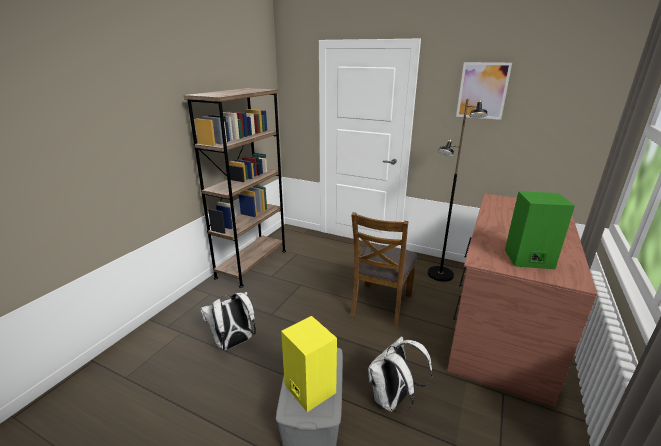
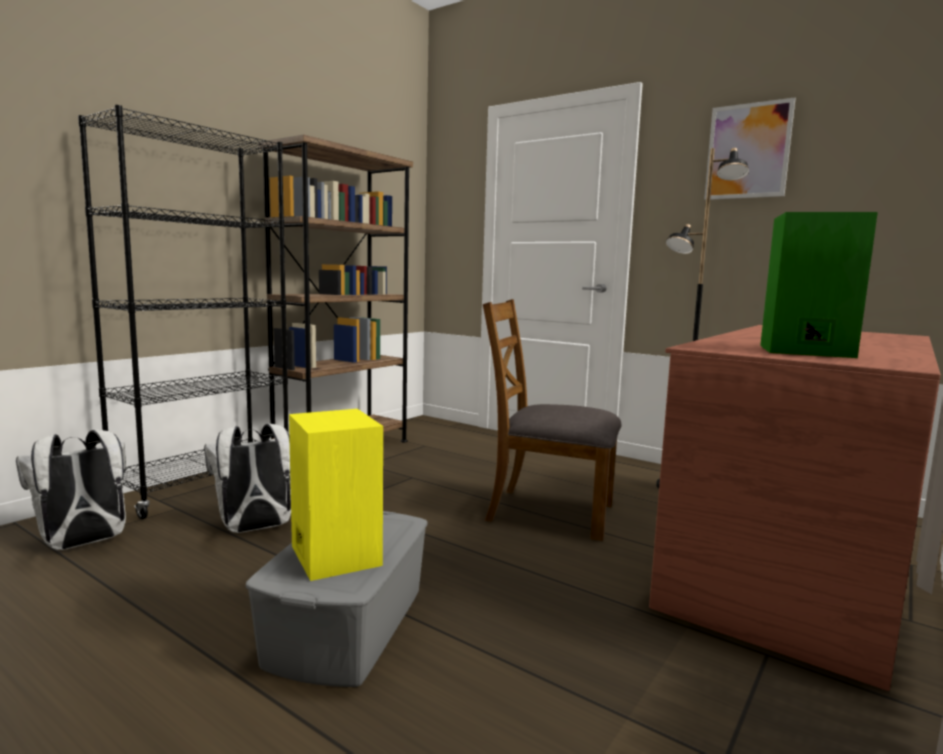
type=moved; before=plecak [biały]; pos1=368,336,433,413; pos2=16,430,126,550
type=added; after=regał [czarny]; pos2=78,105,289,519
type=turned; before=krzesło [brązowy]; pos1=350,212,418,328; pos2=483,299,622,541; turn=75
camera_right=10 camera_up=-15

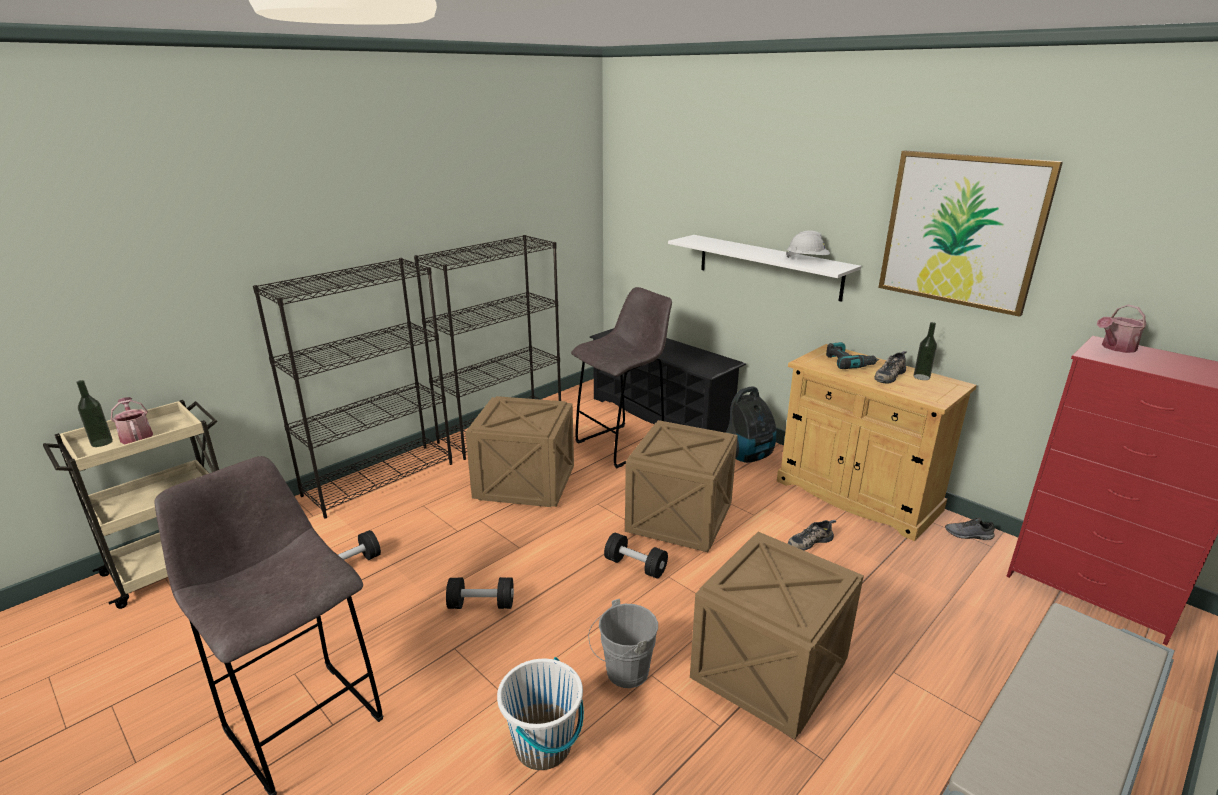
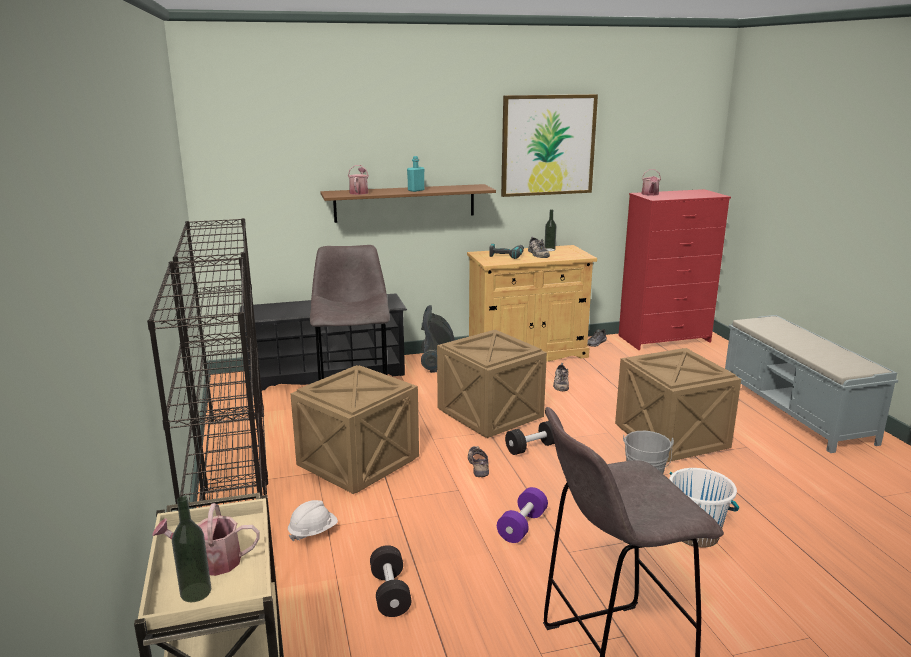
type=moved; before=kask [biały]; pos1=786,230,830,258; pos2=288,500,338,542
type=recoloured; before=półka [biały]; after=półka [brązowy]; pos1=668,235,861,302; pos2=320,184,496,223
type=added; after=konewka; pos2=348,165,369,195
type=added; after=butelka [turkusowy]; pos2=407,156,424,192
type=added; after=but; pos2=468,446,489,477
type=recoloured; before=hantel [czarny]; after=hantel [fioletowy]; pos1=446,577,514,609; pos2=497,487,548,543
camera_right=-60 camera_up=-5

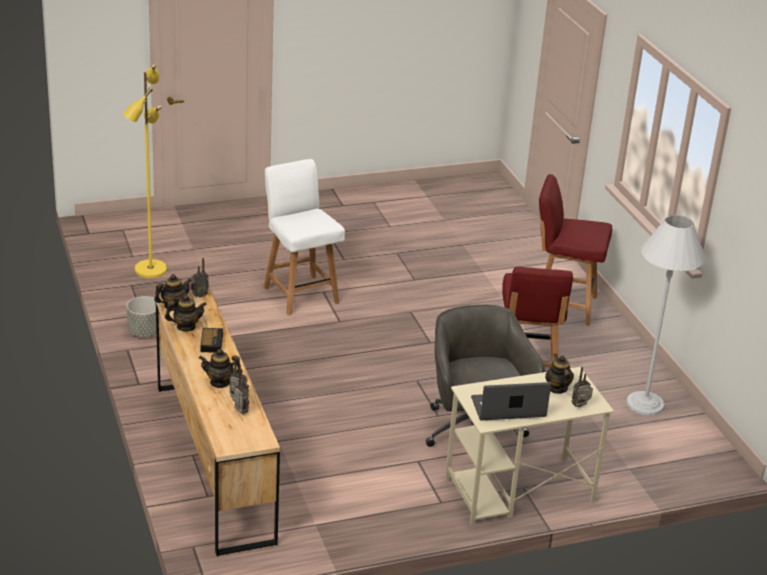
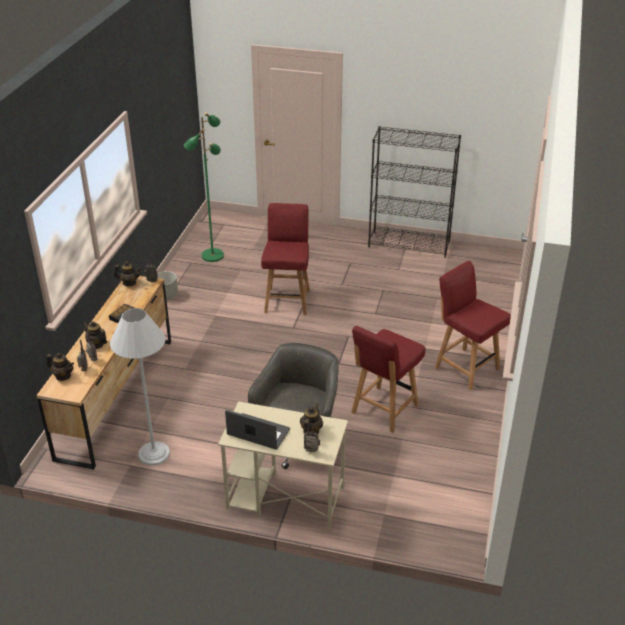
type=moved; before=imbryk; pos1=165,295,207,332; pos2=46,353,74,381
type=moved; before=lampa stojąca [biały]; pos1=626,215,705,415; pos2=110,308,170,465
type=recoloured; before=lampa stojąca [żółty]; after=lampa stojąca [zielony]; pos1=123,64,167,278; pos2=184,112,224,262
type=recoloured; before=krzesło [biały]; after=krzesło [czerwony]; pos1=264,159,345,316; pos2=261,203,310,315
type=added; after=regał [czarny]; pos2=368,126,461,258
camera_right=35 camera_up=5

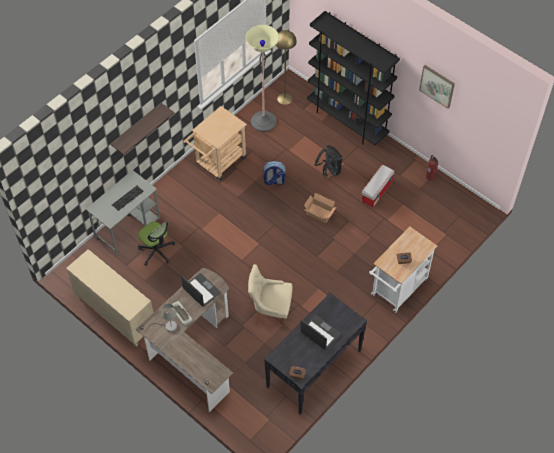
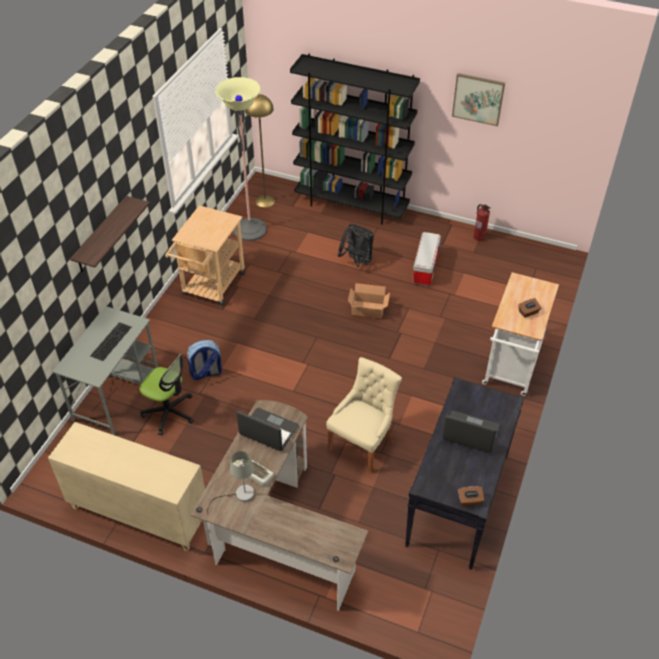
type=moved; before=plecak; pos1=263,161,286,185; pos2=187,340,222,380
type=turned; before=krzesło [beżowy]; pos1=248,264,292,329; pos2=326,357,402,473; turn=135
camera_right=-20 camera_up=-10

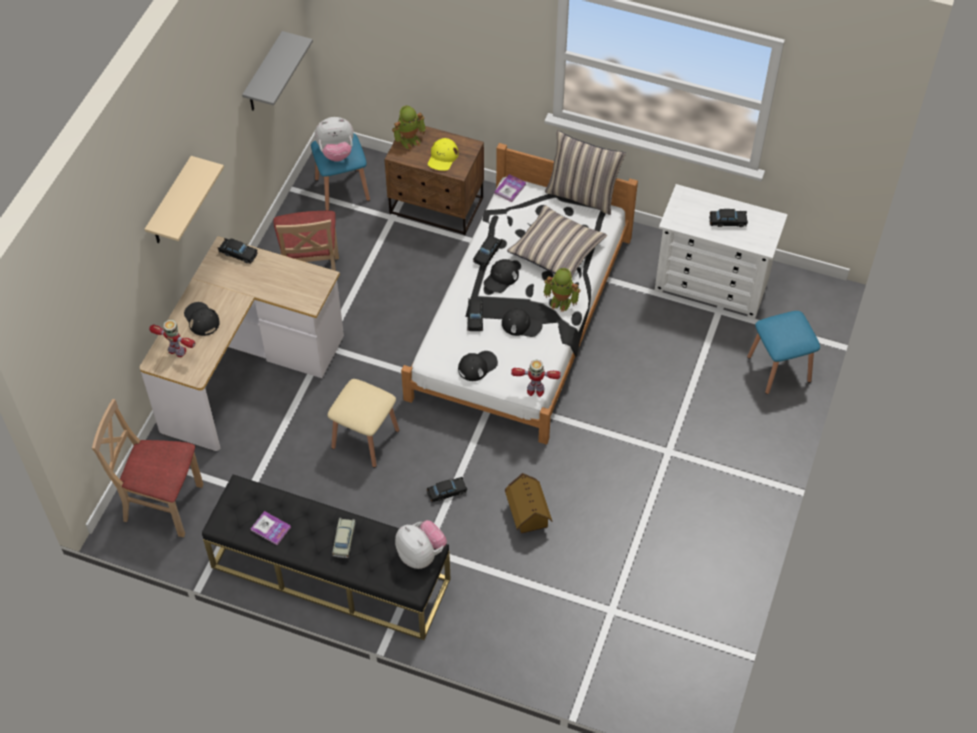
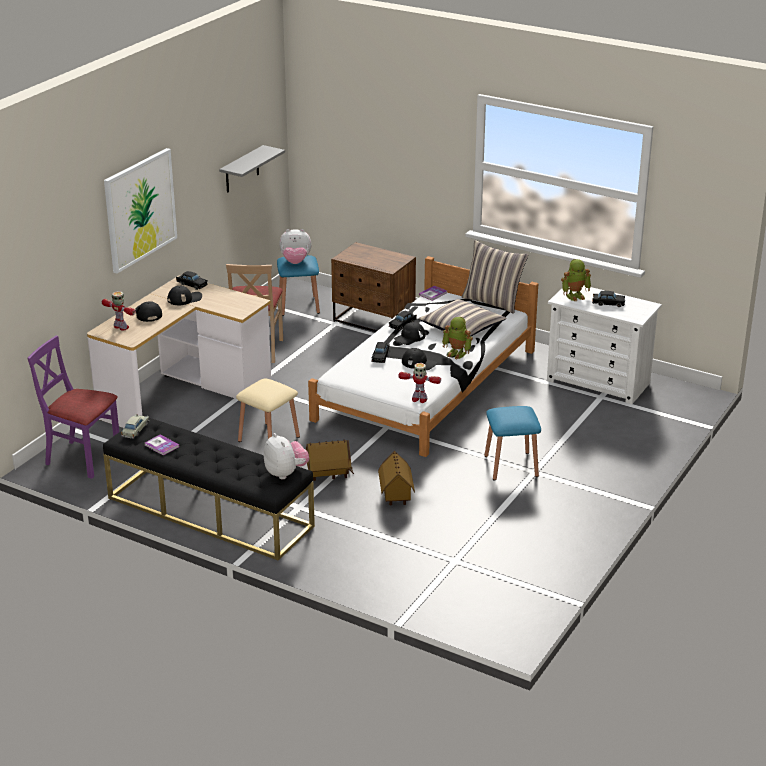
type=recoloured; before=krzesło [beżowy]; after=krzesło [fioletowy]; pos1=92,399,203,537; pos2=27,336,119,479
type=replaced; before=półka [beżowy]; after=obraz; pos1=145,156,224,243; pos2=104,148,177,273
type=moved; before=samochodzik [beżowy]; pos1=332,518,356,558; pos2=121,414,149,439
type=moved; before=czapka z daszkiem [czarny]; pos1=458,351,498,381; pos2=167,286,202,305
type=replaced; before=samochodzik [czarny]; after=domek; pos1=427,477,467,503; pos2=306,440,354,481
type=moved; before=stołek [niebieski]; pos1=747,311,820,394; pos2=484,406,541,480
type=moved; before=robot zabawkowy; pos1=392,105,426,150; pos2=561,259,591,302
type=removed; before=czapka z daszkiem [żółty]; pos1=428,138,458,171
camera_right=10 camera_up=-25

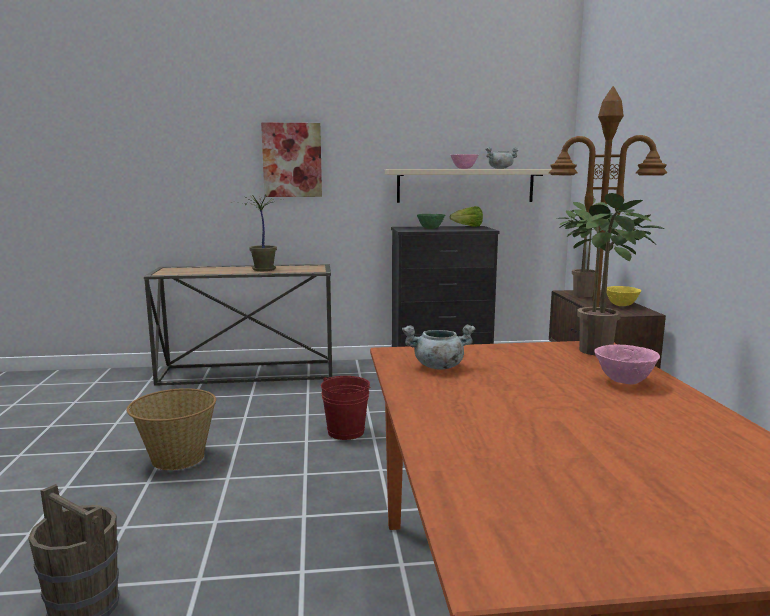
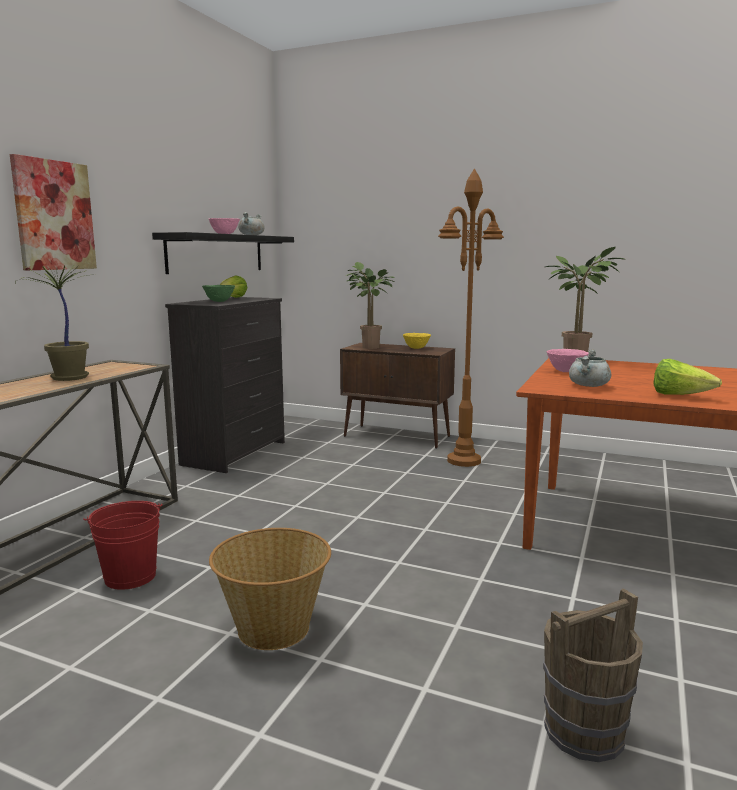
type=moved; before=wiadro [czerwony]; pos1=321,376,371,440; pos2=83,501,163,590
type=recoloured; before=półka [beżowy]; after=półka [czarny]; pos1=385,169,551,203; pos2=152,232,294,274
type=moved; before=miska [różowy]; pos1=594,344,660,384; pos2=546,349,589,372
type=added; after=sałata; pos2=653,359,722,395
camera_right=-60 camera_up=0

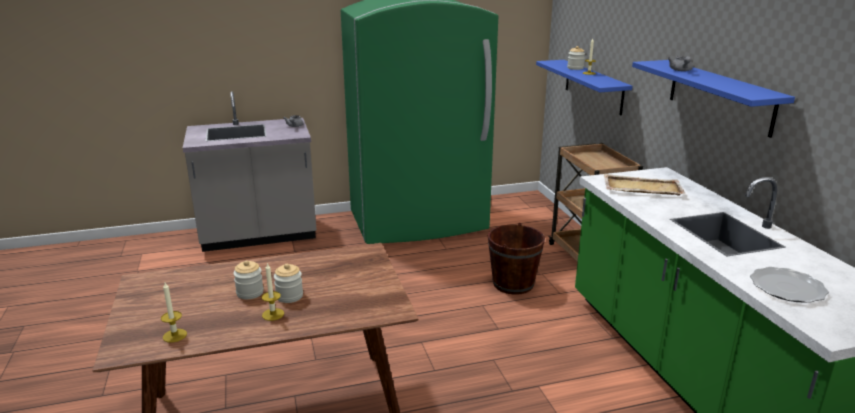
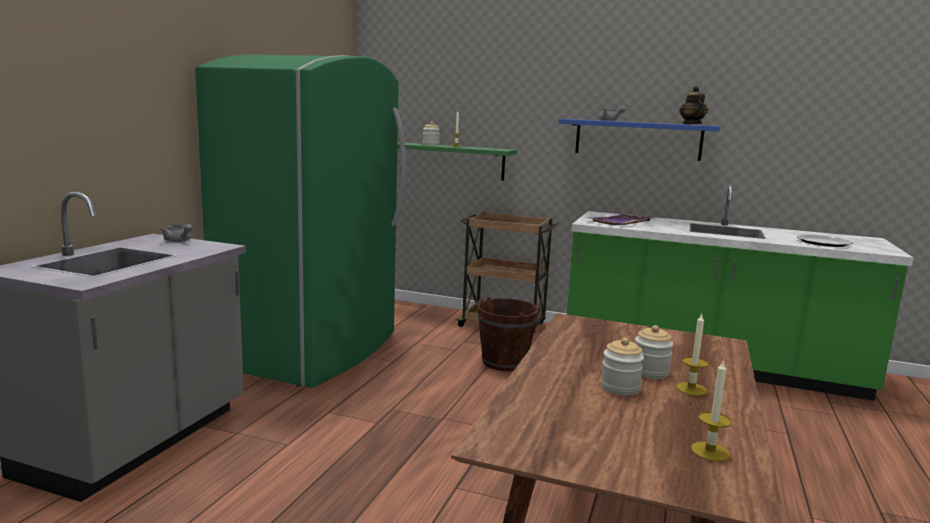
type=recoloured; before=półka [niebieski]; after=półka [zielony]; pos1=536,60,632,115; pos2=397,142,517,181
type=recoloured; before=taca [beżowy]; after=taca [fioletowy]; pos1=603,174,686,196; pos2=590,214,653,225
type=added; after=imbryk; pos2=679,86,708,124
camera_right=-55 camera_up=-10

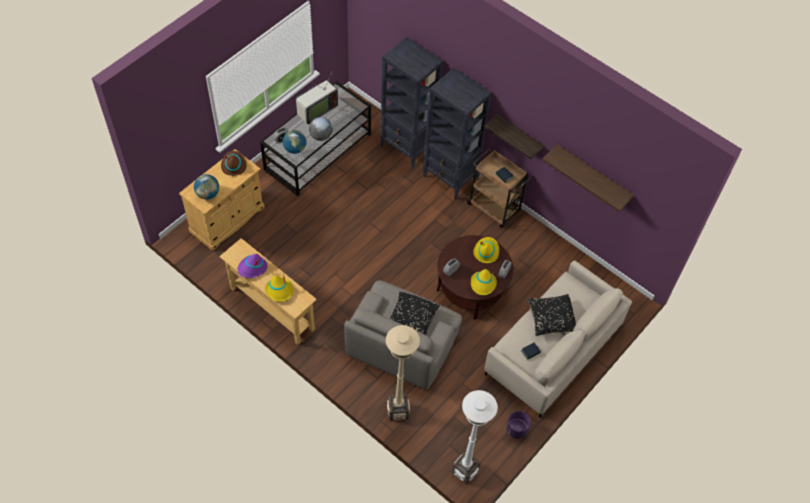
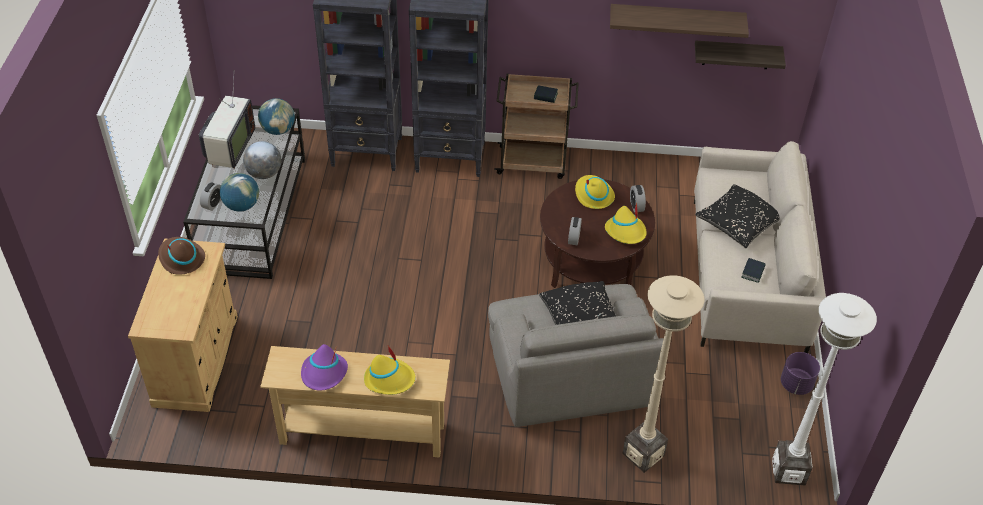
type=moved; before=globus; pos1=194,174,219,200; pos2=258,98,295,135
type=moved; before=półka; pos1=484,114,544,159; pos2=695,41,786,69
camera_right=-35 camera_up=-10

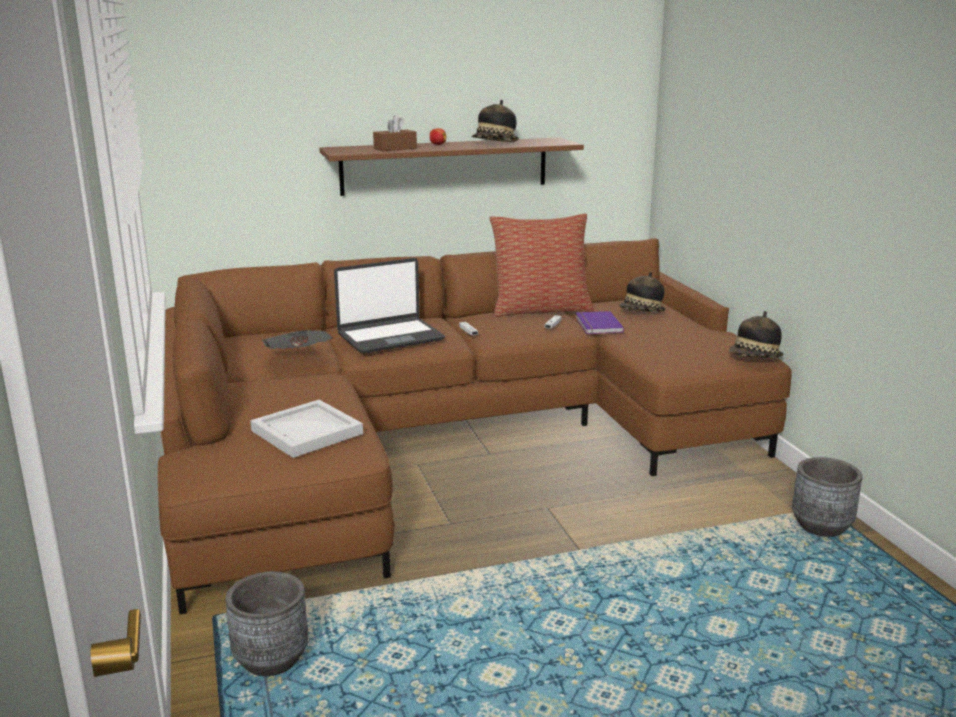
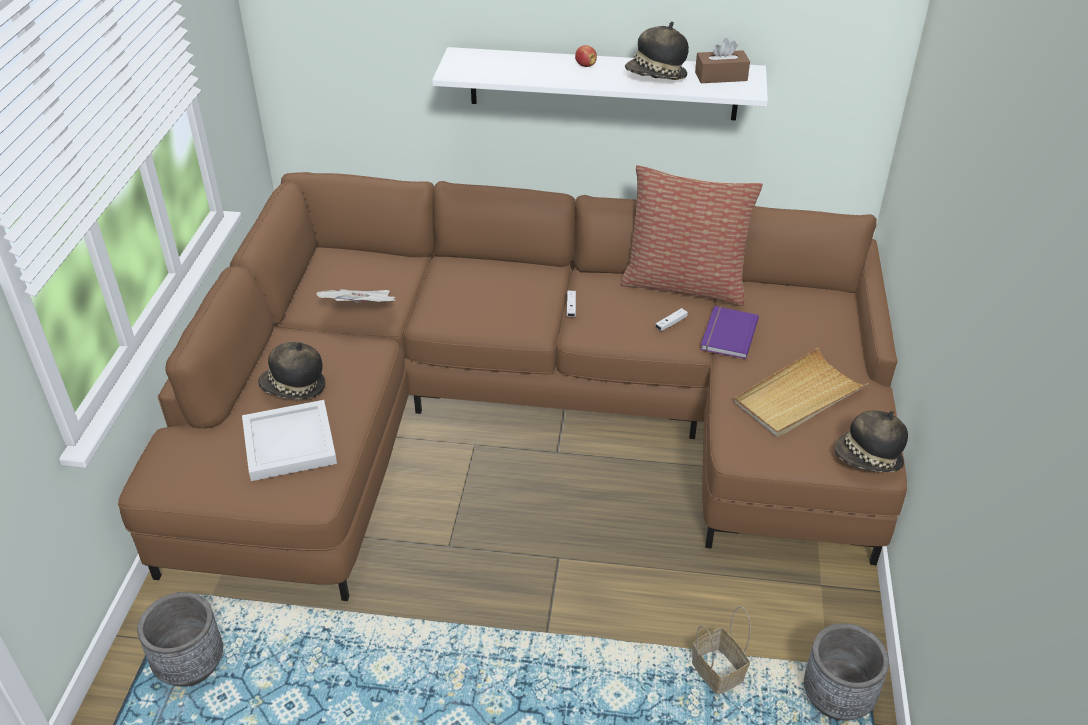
type=moved; before=kapelusz; pos1=619,272,666,312; pos2=258,342,325,400
type=recoloured; before=półka [brązowy]; after=półka [biały]; pos1=319,137,584,196; pos2=432,47,768,121
type=added; after=koszyk; pos2=692,606,751,695
type=moved; before=pudełko chusteczek [brązowy]; pos1=373,115,417,151; pos2=695,38,750,83
type=added; after=taca [beżowy]; pos2=734,347,869,438
type=removed; before=laptop; pos1=334,258,445,353
camera_right=25 camera_up=20

